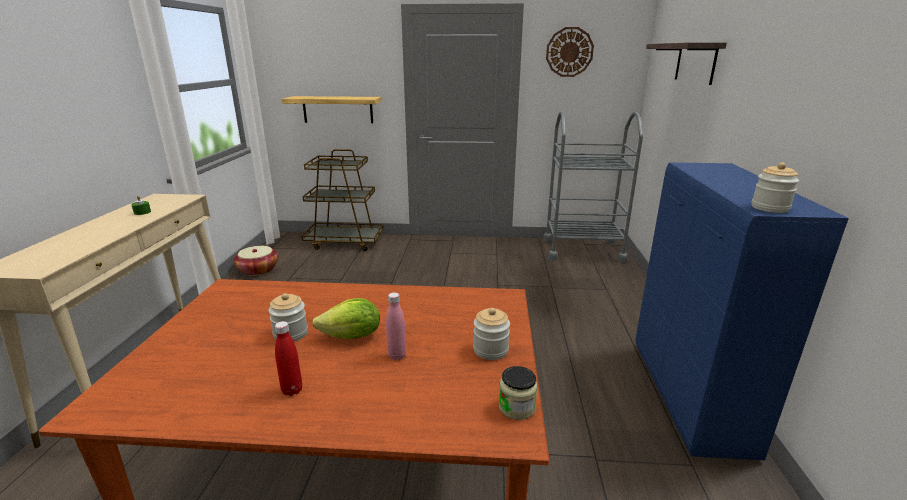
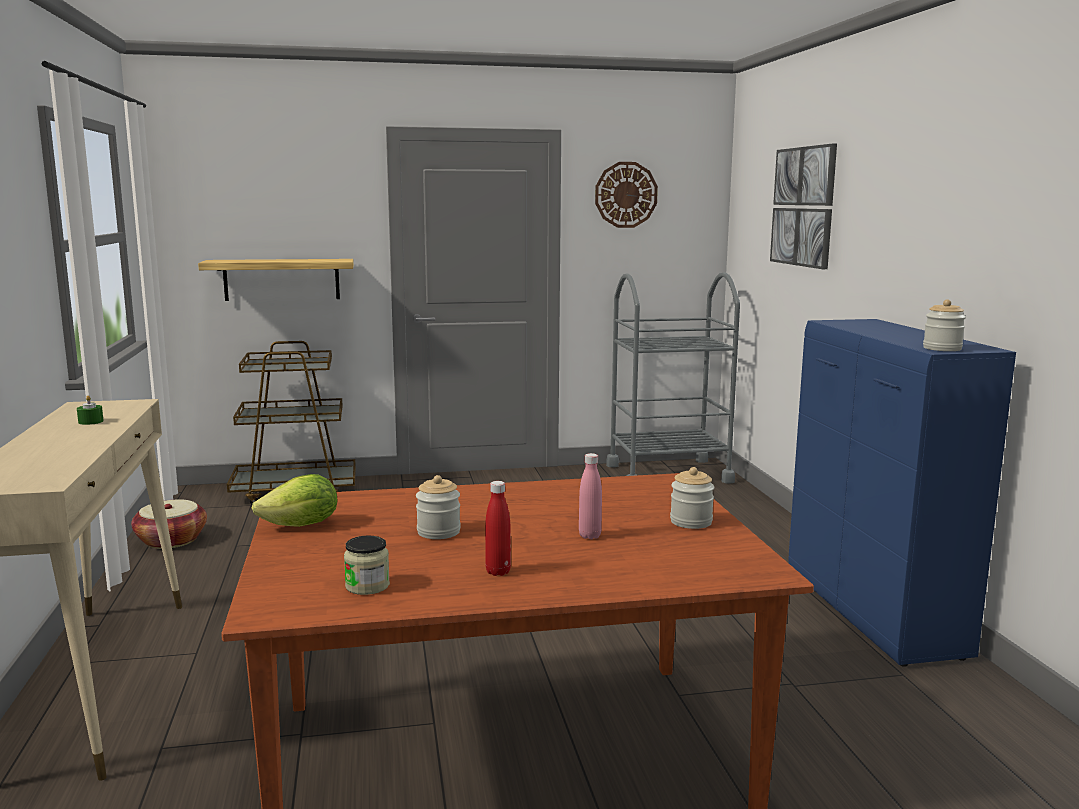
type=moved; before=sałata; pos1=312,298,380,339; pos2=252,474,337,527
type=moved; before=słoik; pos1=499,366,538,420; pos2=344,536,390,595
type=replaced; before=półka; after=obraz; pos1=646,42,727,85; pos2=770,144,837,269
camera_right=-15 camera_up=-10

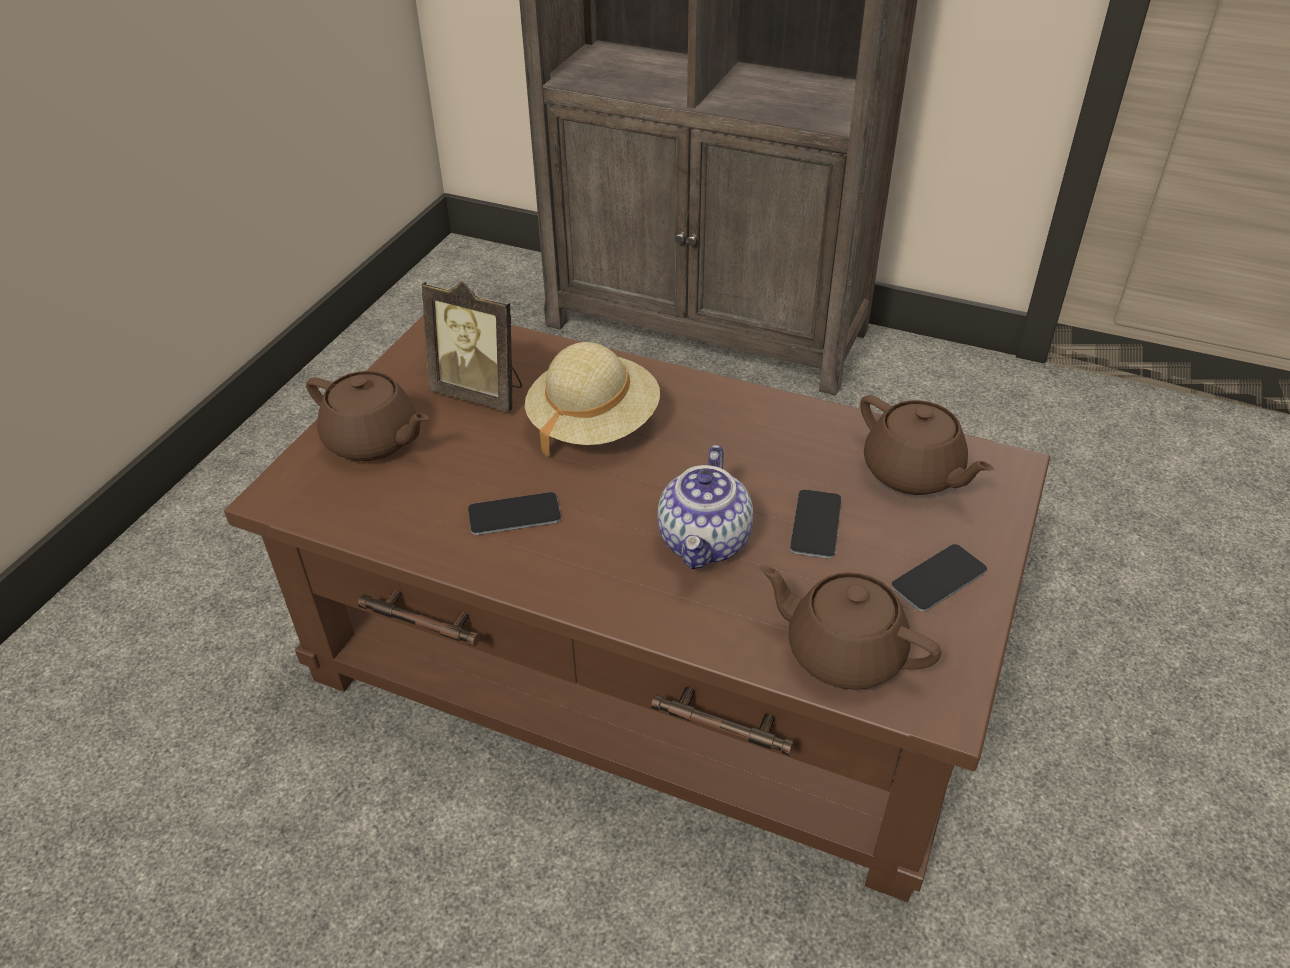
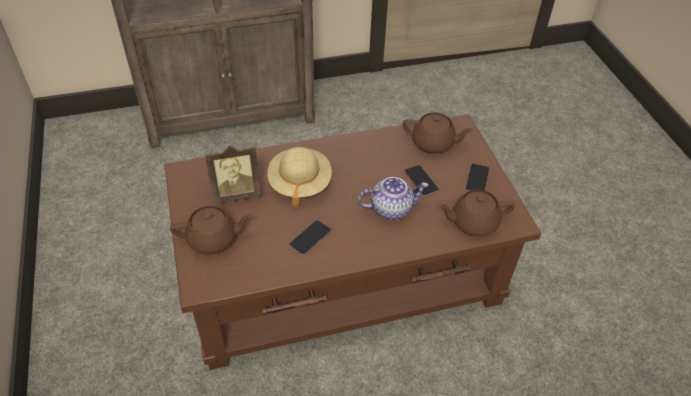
type=turned; before=imbryk; pos1=658,445,753,569; pos2=358,177,428,220; turn=-75
camera_right=-40 camera_up=5

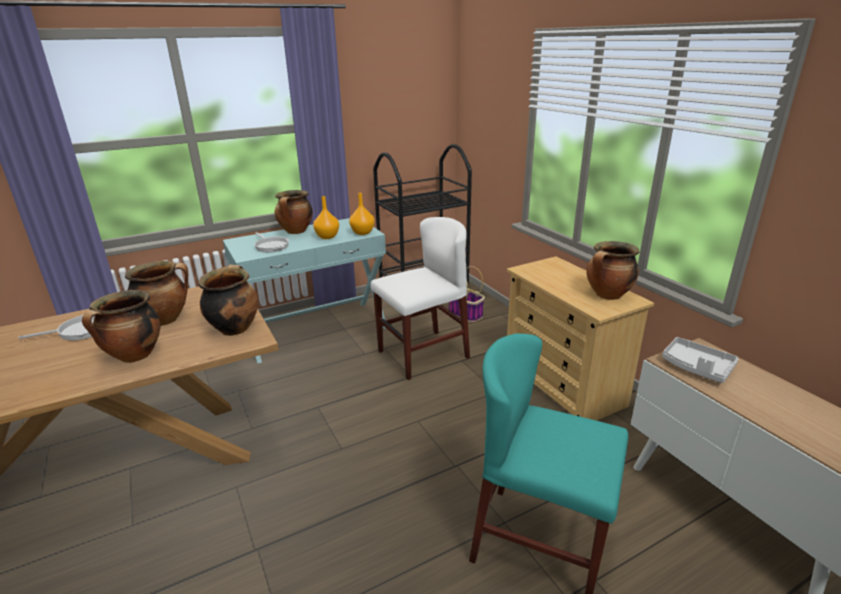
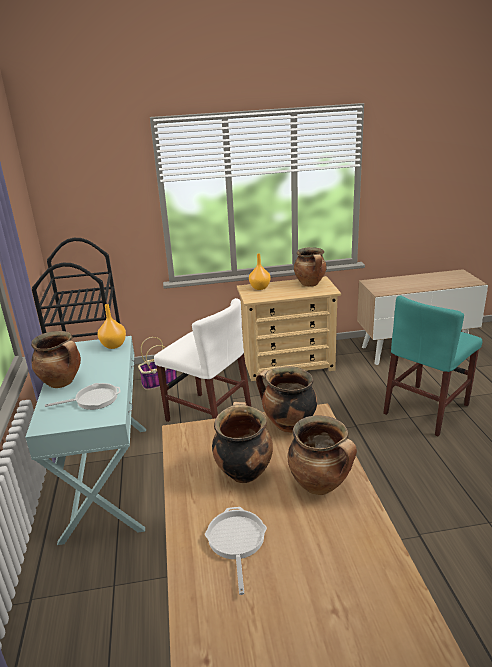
type=turned; before=krzesło [biały]; pos1=371,217,470,380; pos2=154,298,252,422; turn=135
type=moved; before=wazon [pomarańczowy]; pos1=313,196,339,239; pos2=249,254,271,290
type=removed; before=taca [szary]; pos1=662,337,738,383
camera_right=-70 camera_up=0

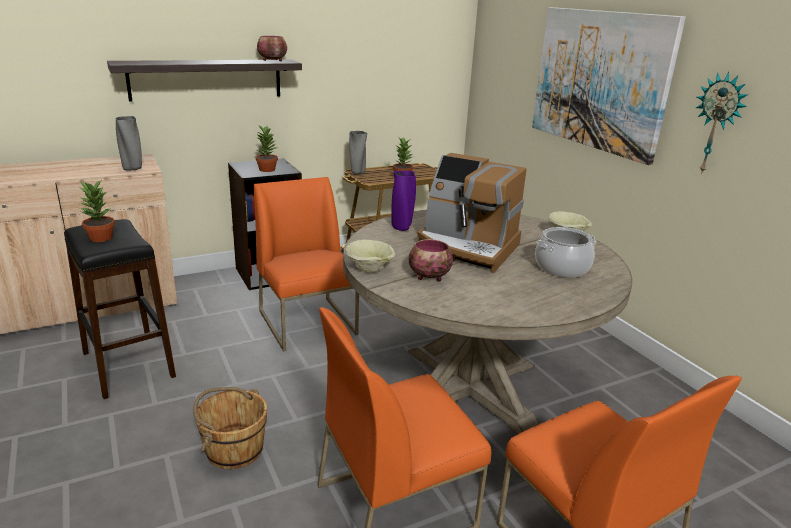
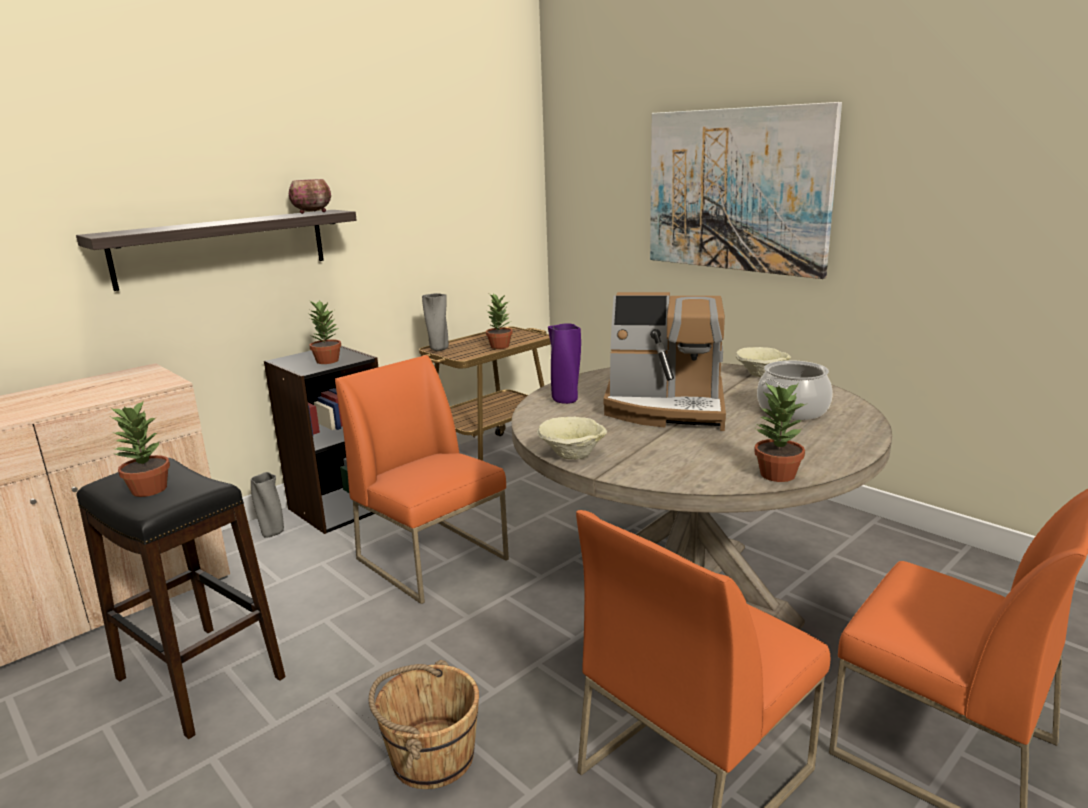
type=moved; before=wazon [szary]; pos1=116,116,142,171; pos2=251,472,284,538
type=added; after=roślina doniczkowa; pos2=754,382,806,482
type=removed; before=miska; pos1=409,239,453,282
type=removed; before=zegar ścienny; pos1=696,72,748,174
camera_right=-15 camera_up=-5

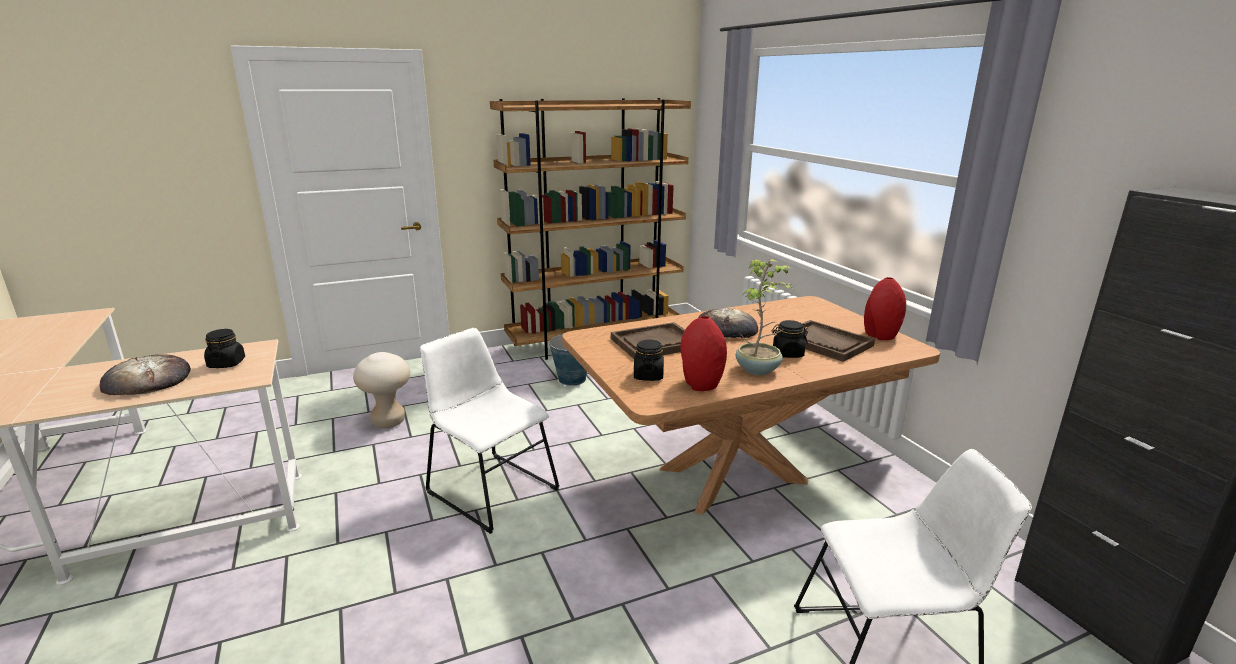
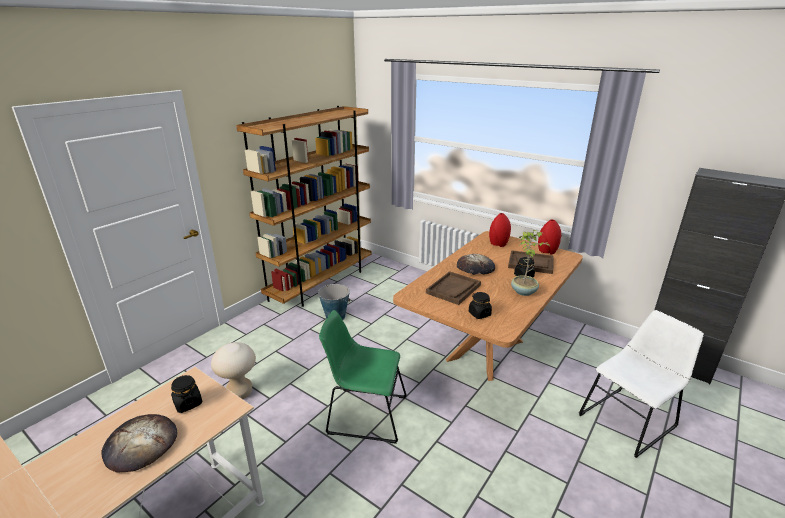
type=recoloured; before=krzesło [biały]; after=krzesło [zielony]; pos1=420,328,560,534; pos2=319,310,407,444
type=moved; before=wazon [czerwony]; pos1=680,316,727,391; pos2=489,213,511,247
camera_right=-30 camera_up=5

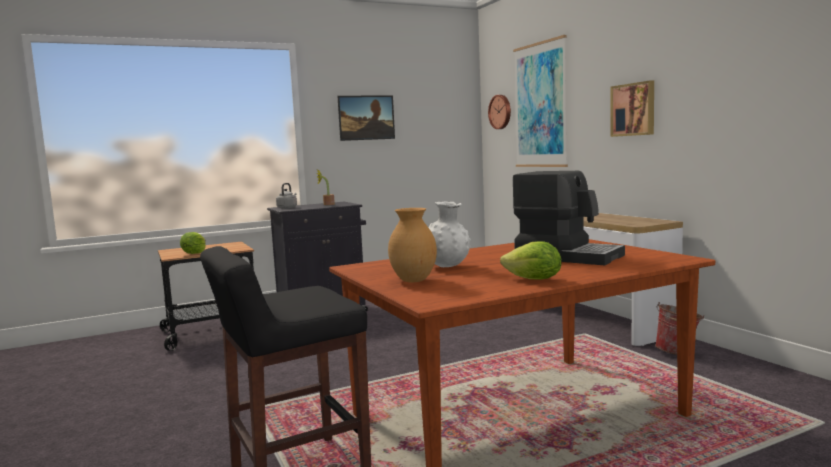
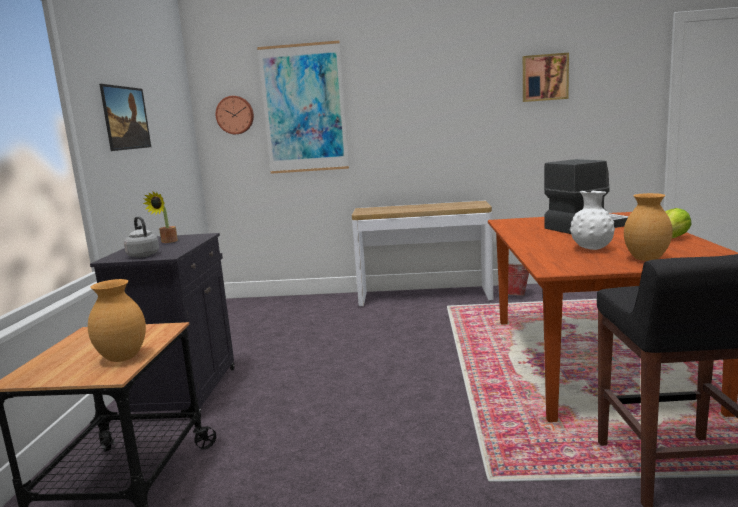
type=replaced; before=sałata; after=wazon [brązowy]; pos1=180,232,206,254; pos2=88,279,146,362
type=moved; before=obraz; pos1=610,81,654,137; pos2=523,53,569,102
camera_right=-60 camera_up=5

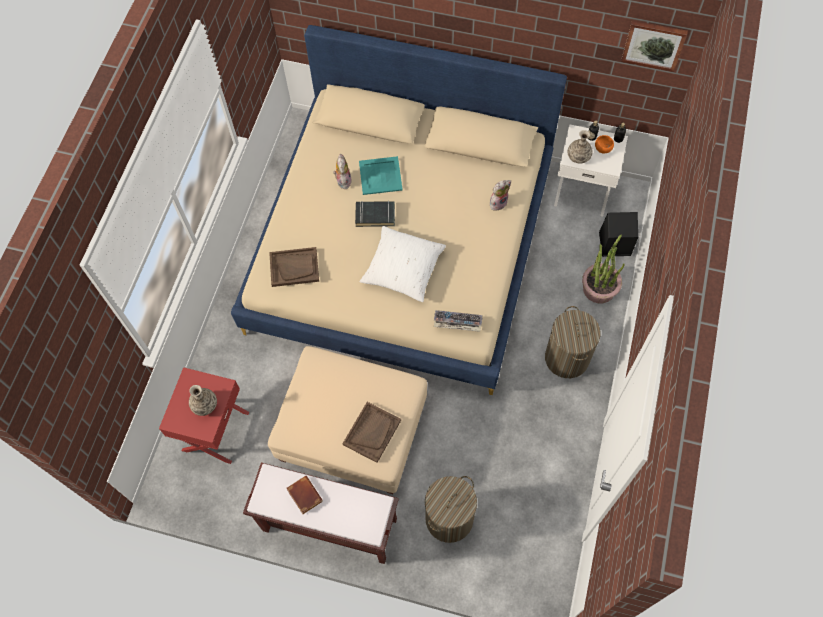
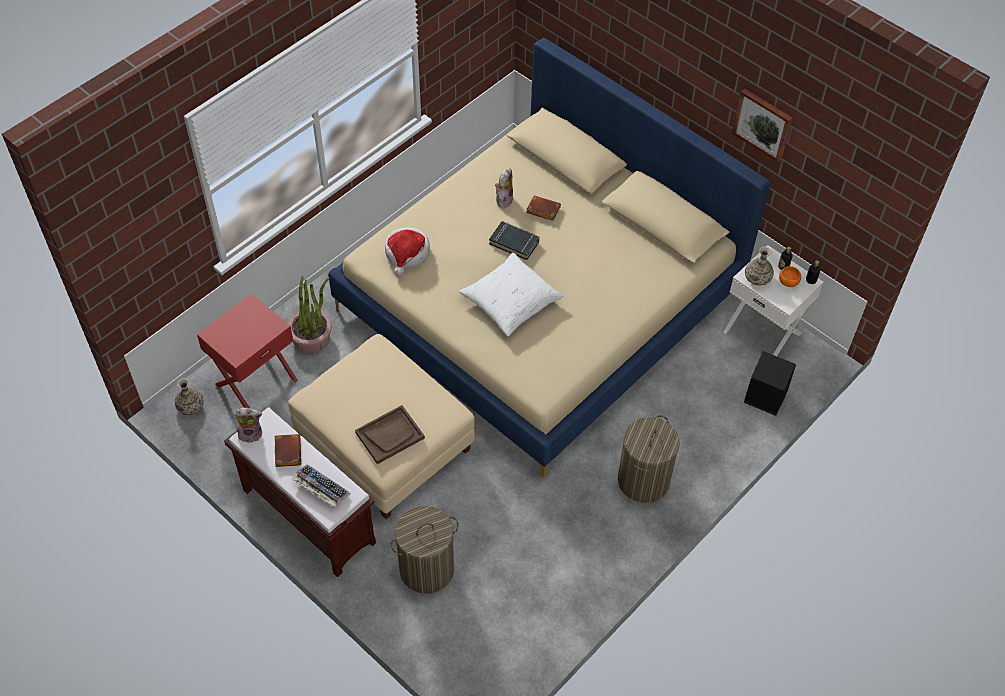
type=moved; before=wazon; pos1=189,385,217,416; pos2=175,378,204,415
type=moved; before=pluszak; pos1=490,180,511,211; pos2=235,408,262,443
type=moved; before=roślina doniczkowa; pos1=582,235,625,303; pos2=288,276,332,354
type=moved; before=klawiatura; pos1=434,310,483,332; pos2=291,464,351,507
type=replaced; before=taca [brązowy]; after=kapelusz; pos1=269,247,319,287; pos2=385,227,430,276
type=replaced; before=taca [turkusowy]; after=książka [brązowy]; pos1=359,156,403,195; pos2=526,196,561,221
type=moved; before=obraz; pos1=621,20,688,72; pos2=732,88,793,162
camera_right=25 camera_up=-10

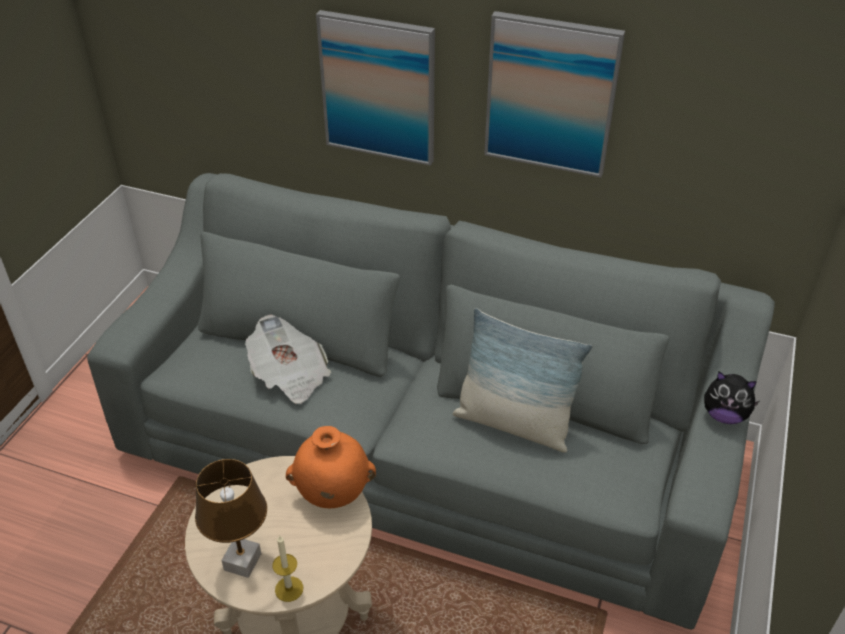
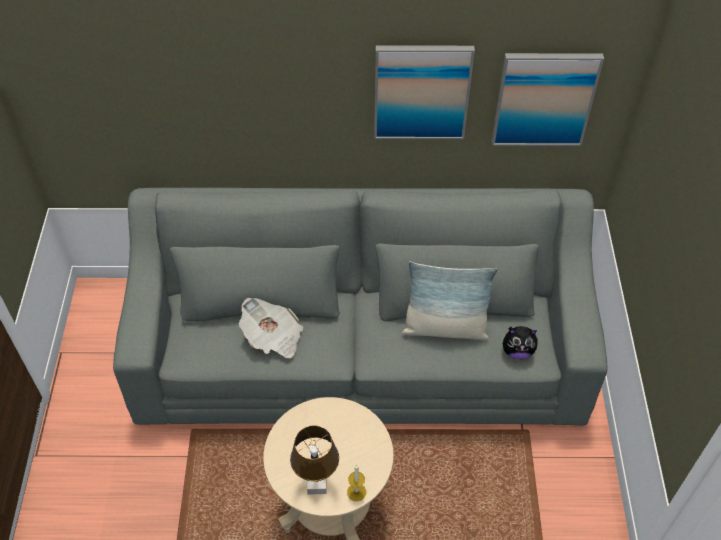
type=moved; before=obraz; pos1=316,10,435,166; pos2=492,53,604,146
type=moved; before=pluszak; pos1=704,372,759,424; pos2=503,326,539,359
type=removed; before=wazon [pomarańczowy]; pos1=286,426,376,508
camera_right=-20 camera_up=10

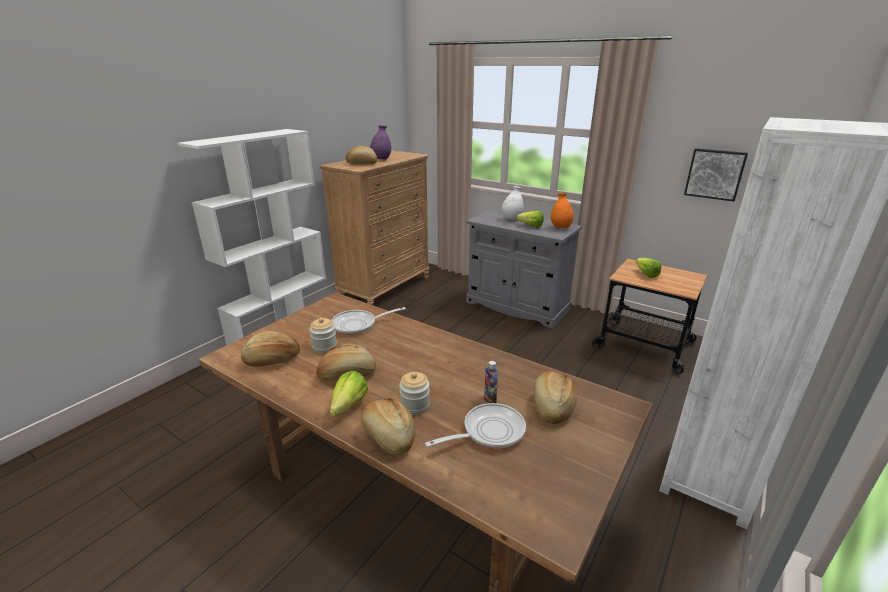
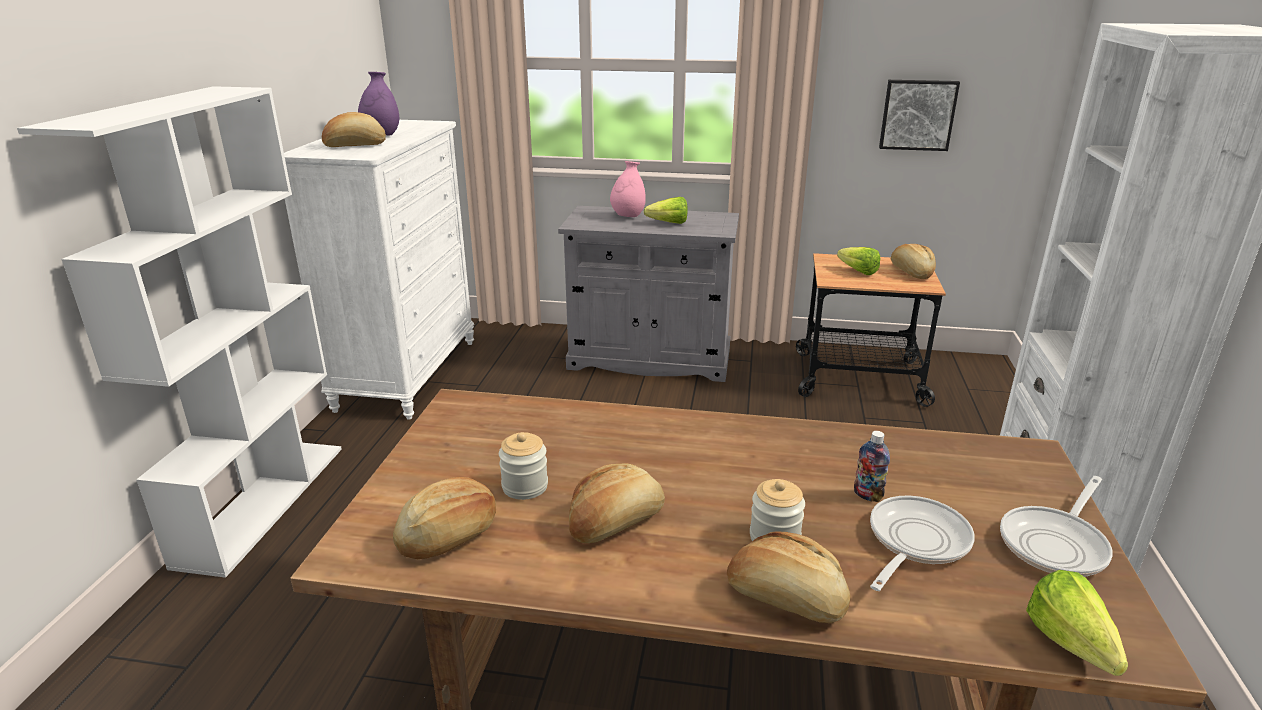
type=recoloured; before=komoda [brązowy]; after=komoda [biały]; pos1=320,150,430,305; pos2=284,120,474,420
type=recoloured; before=wazon [biały]; after=wazon [różowy]; pos1=502,186,523,220; pos2=610,161,646,217
type=moved; before=chleb; pos1=534,371,577,424; pos2=891,244,936,279
type=moved; before=patelnia; pos1=332,307,406,335; pos2=1000,476,1113,577
type=moved; before=sałata; pos1=330,371,368,417; pos2=1026,570,1128,676
type=removed; before=wazon [pomarańczowy]; pos1=551,193,574,228
camera_right=-25 camera_up=0

